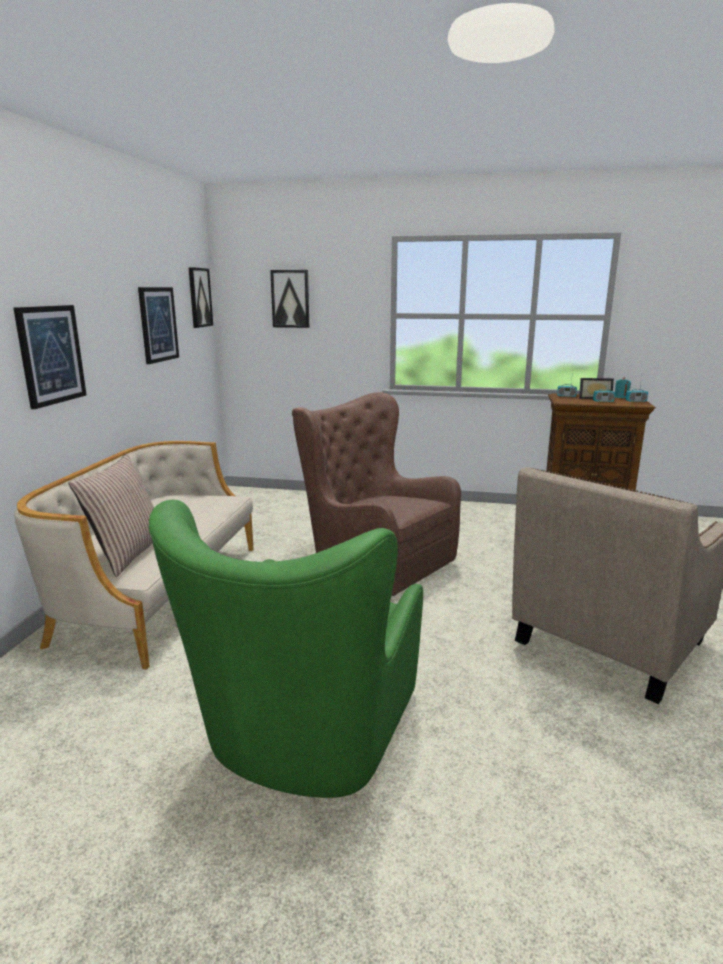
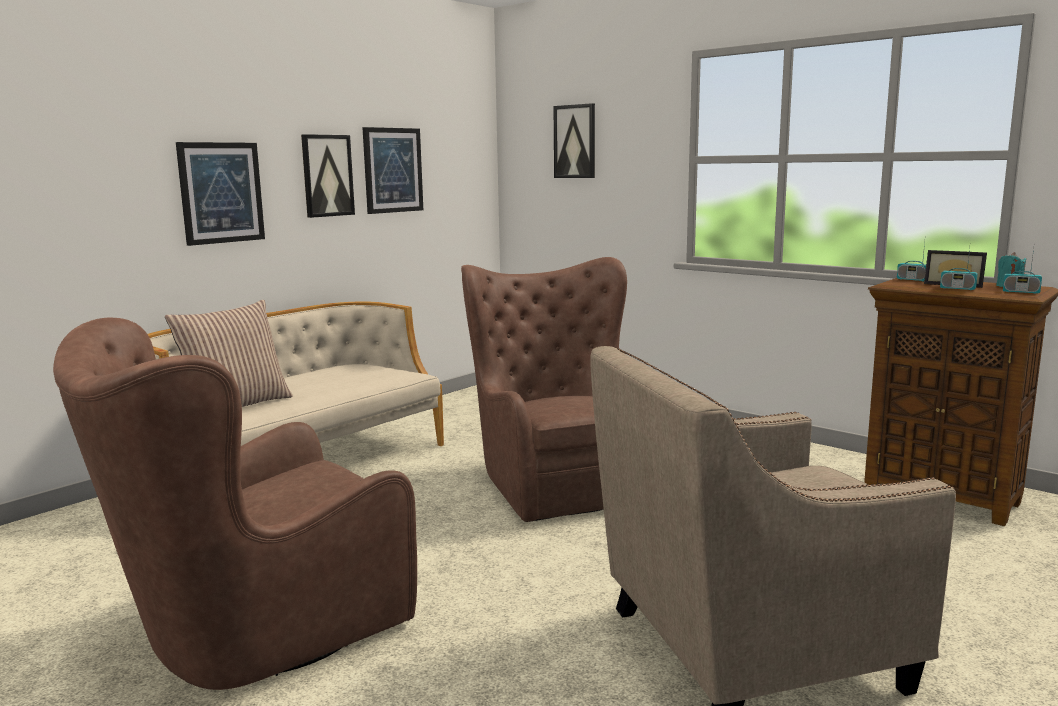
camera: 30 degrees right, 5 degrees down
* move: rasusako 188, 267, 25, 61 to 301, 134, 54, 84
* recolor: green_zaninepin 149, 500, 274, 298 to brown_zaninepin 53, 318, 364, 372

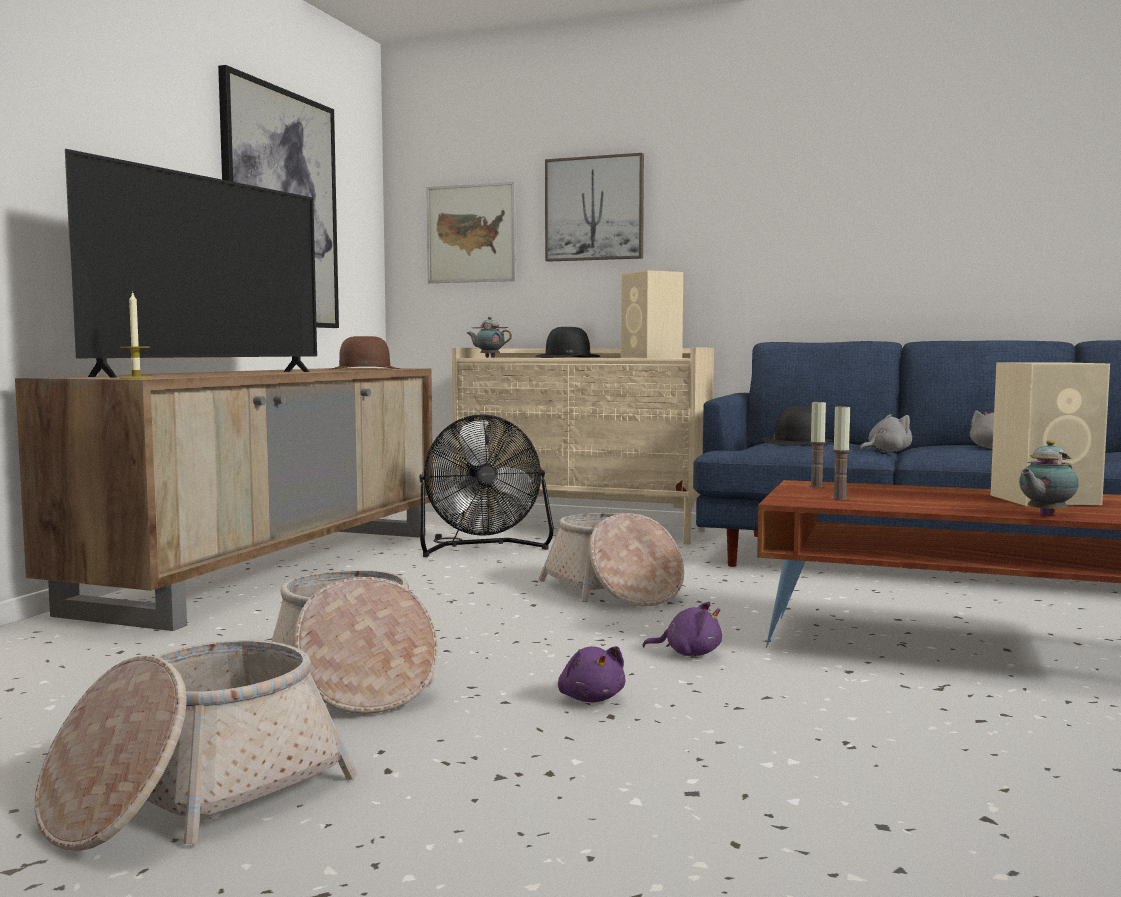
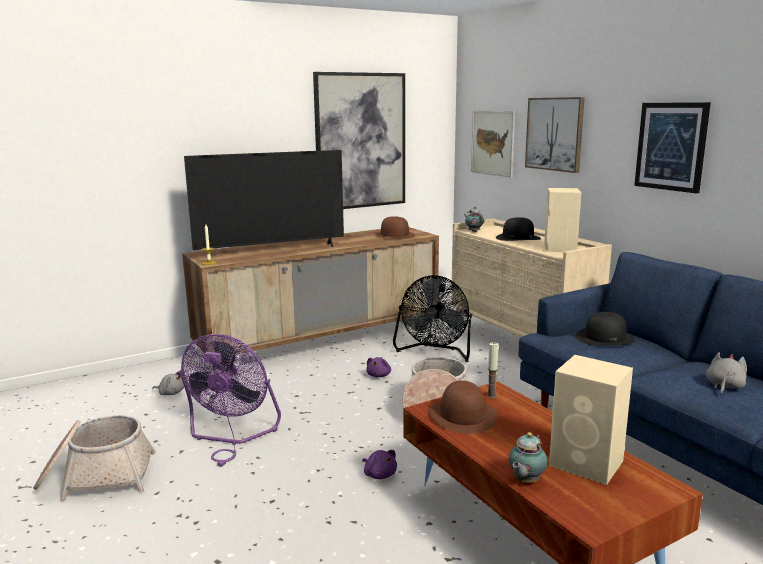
camera: 40 degrees right, 10 degrees up
* insert: rasusako 634, 102, 77, 91
* move: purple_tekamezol 558, 646, 67, 56 to 366, 357, 25, 20
* move: grey_tekamezol 860, 414, 52, 38 to 152, 372, 32, 23
* replace: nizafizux 271, 570, 167, 144 to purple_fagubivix 178, 334, 103, 133
* replace: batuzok 832, 404, 18, 96 to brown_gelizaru 429, 380, 69, 54
* rotate: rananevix 1019, 440, 60, 75 = 509, 432, 39, 51 60 degrees counterclockwise

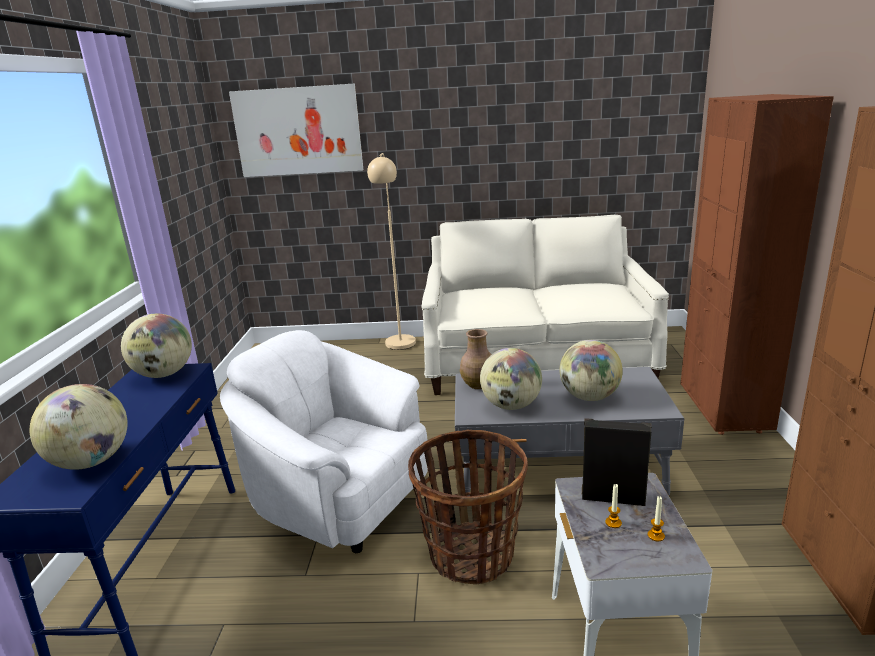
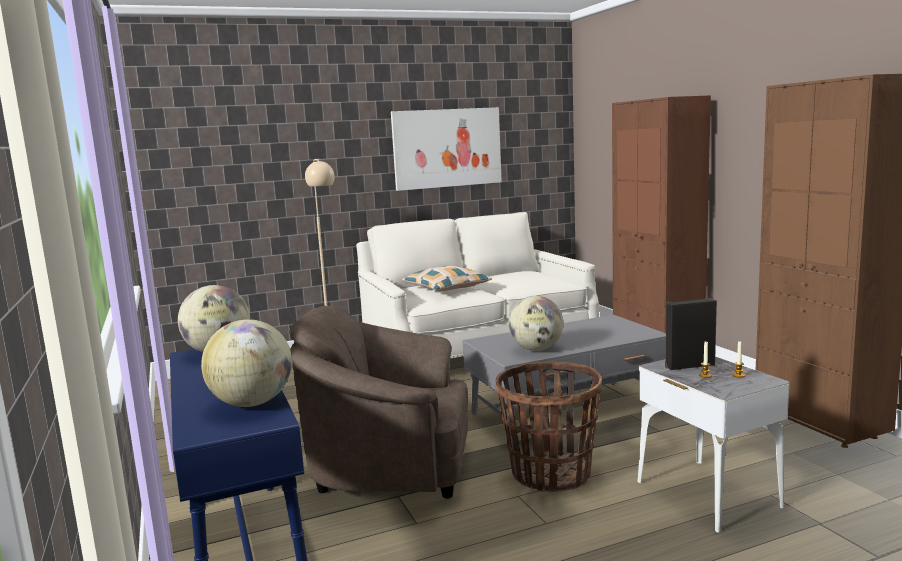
camera: 25 degrees left, 10 degrees down
* delete: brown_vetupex 460, 329, 32, 60
* delete: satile 560, 340, 63, 61
* insert: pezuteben 401, 265, 91, 26
* move: rasusako 229, 84, 135, 93 to 391, 107, 111, 84
* recolor: white_zaninepin 220, 330, 208, 223 to brown_zaninepin 289, 306, 179, 193

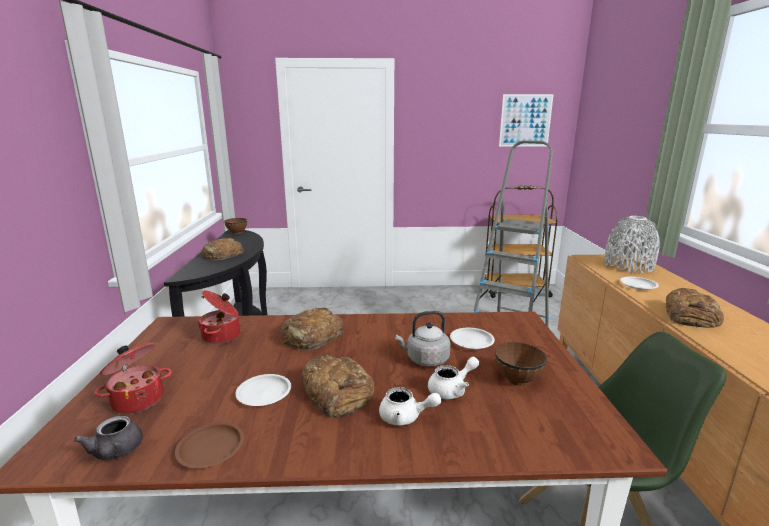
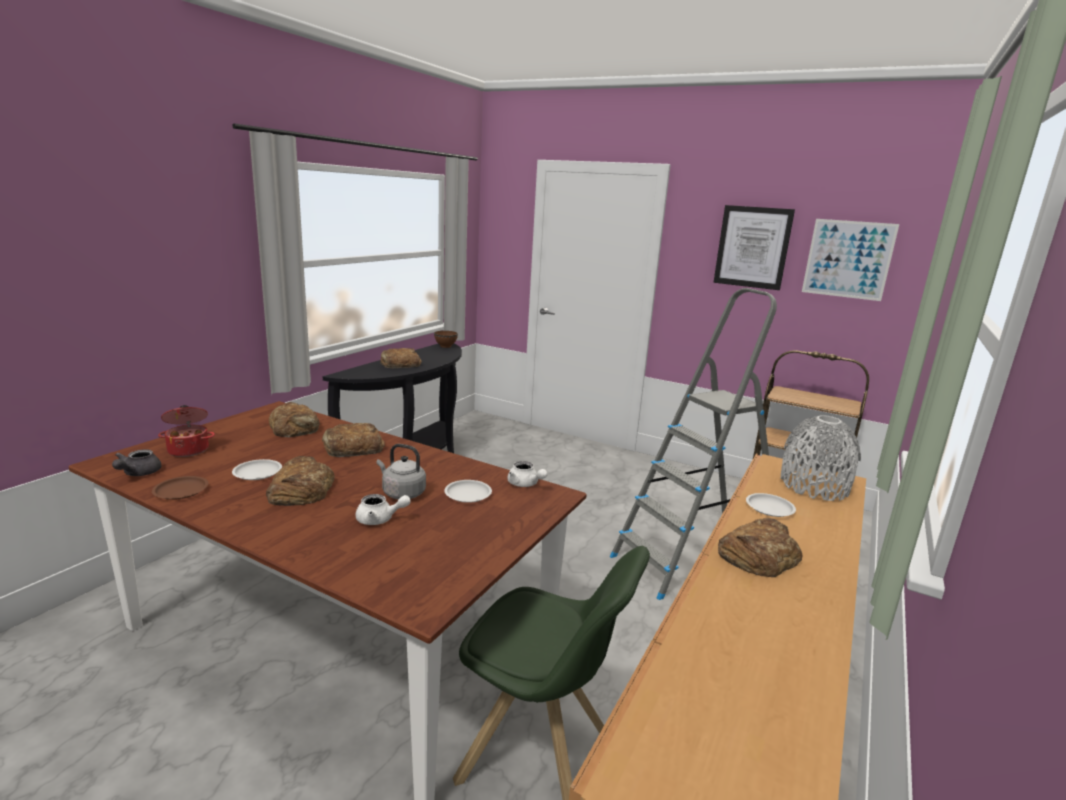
camera: 30 degrees right, 0 degrees up
* delete: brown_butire 495, 342, 52, 44
* insert: rasusako 713, 205, 82, 85
* move: white_rananevix 379, 387, 62, 38 to 507, 461, 40, 26
* replace: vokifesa 198, 290, 42, 54 to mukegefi 269, 402, 50, 35

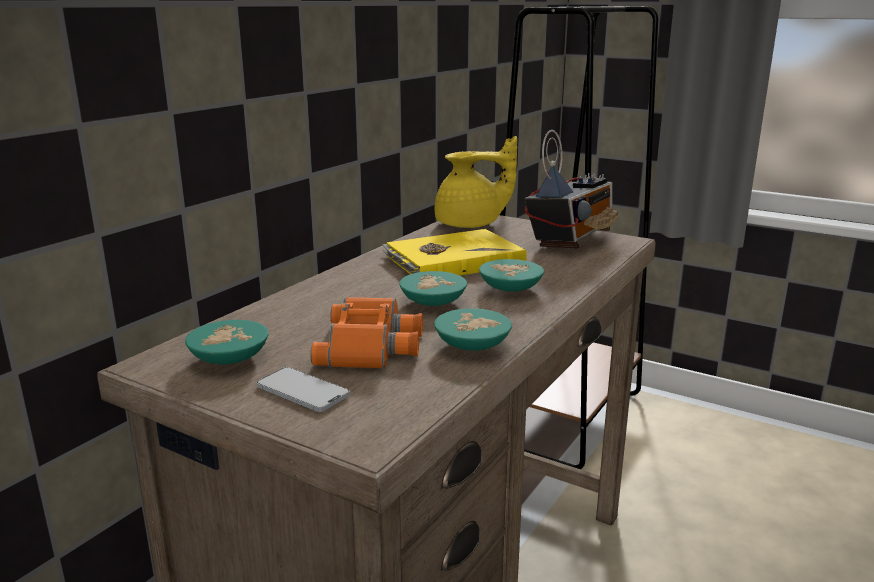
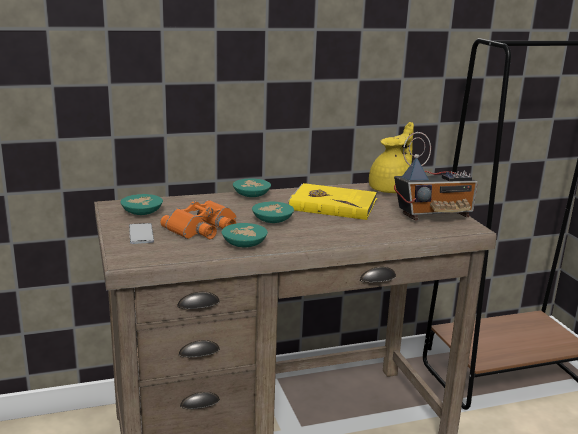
camera: 40 degrees right, 0 degrees up
* move: turquoise_butire 479, 259, 65, 33 to 233, 178, 38, 19
* rotate: yellow_rananevix 434, 136, 83, 92 = 369, 122, 45, 71 90 degrees counterclockwise

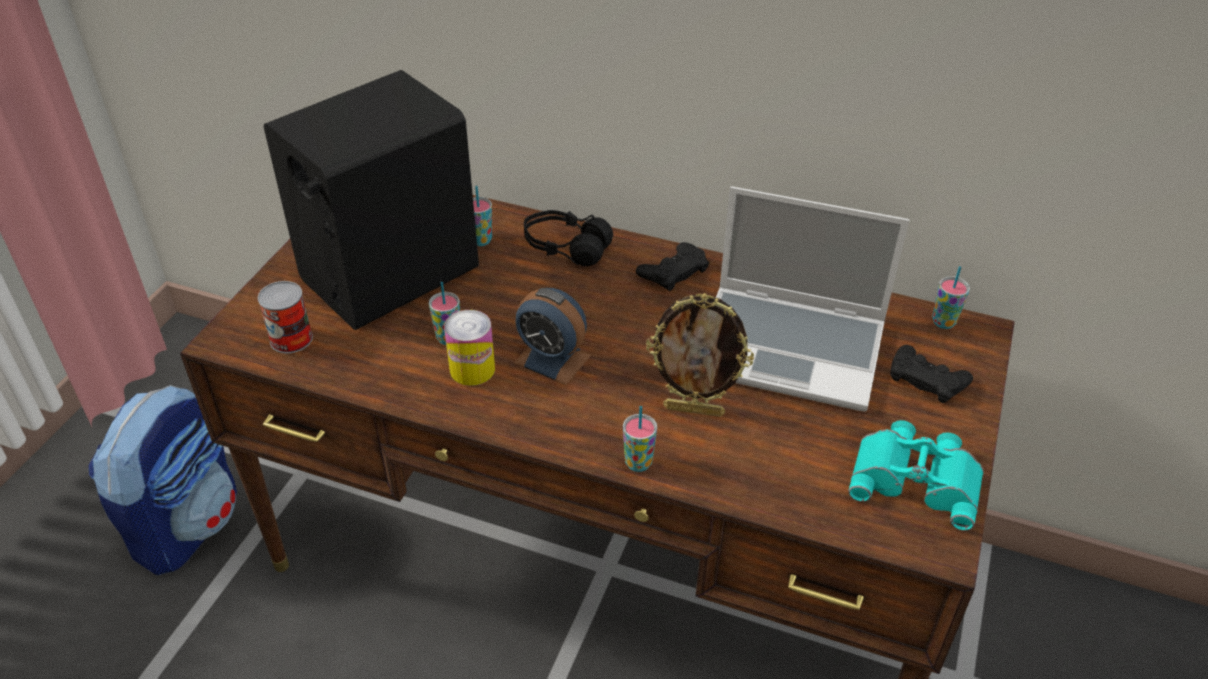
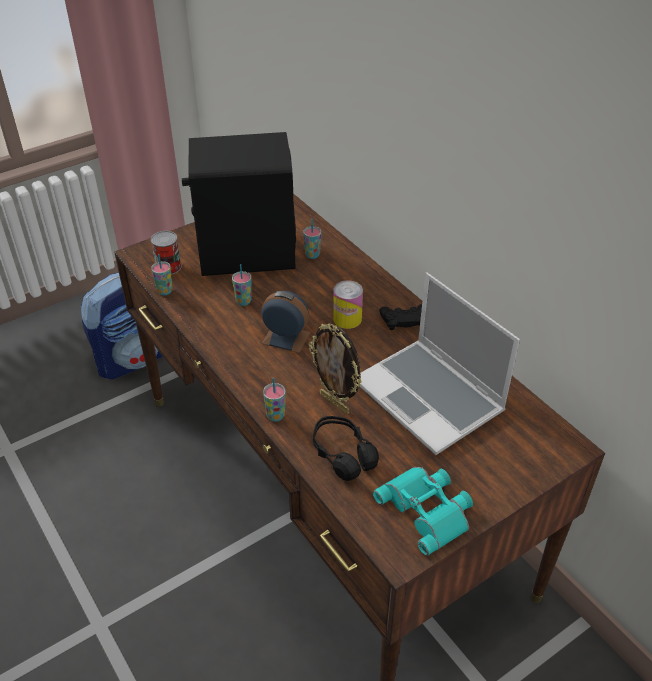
camera: 35 degrees right, 0 degrees up
* delete: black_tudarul 890, 345, 83, 58
* move: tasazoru 444, 310, 51, 76 to 333, 280, 30, 49
* move: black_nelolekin 524, 210, 89, 56 to 313, 416, 66, 65
* move: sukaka 932, 266, 38, 63 to 151, 254, 22, 41
* rotate: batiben 514, 288, 77, 97 = 262, 291, 49, 62 135 degrees clockwise

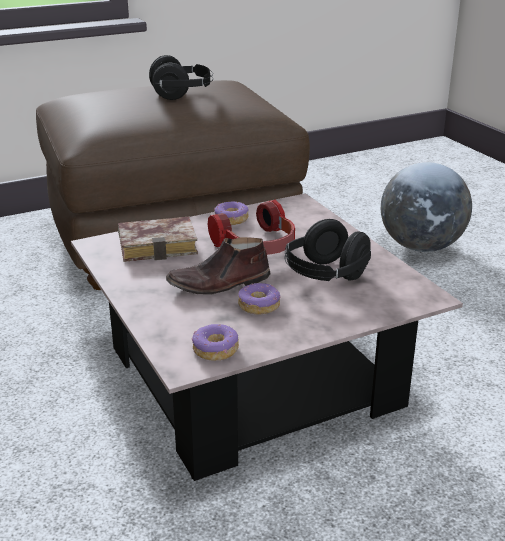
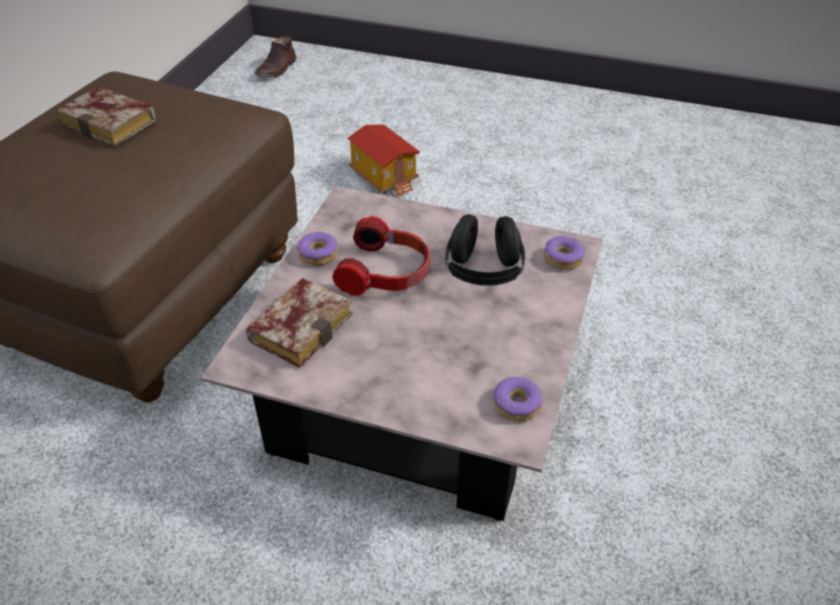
camera: 45 degrees left, 15 degrees up
* move: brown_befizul 166, 237, 104, 58 to 255, 36, 42, 41
* move: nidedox 238, 283, 43, 31 to 544, 236, 41, 34
* replace: black_nelolekin 149, 55, 64, 45 to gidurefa 56, 86, 100, 61
* replace: satile 381, 162, 91, 90 to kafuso 347, 124, 73, 73

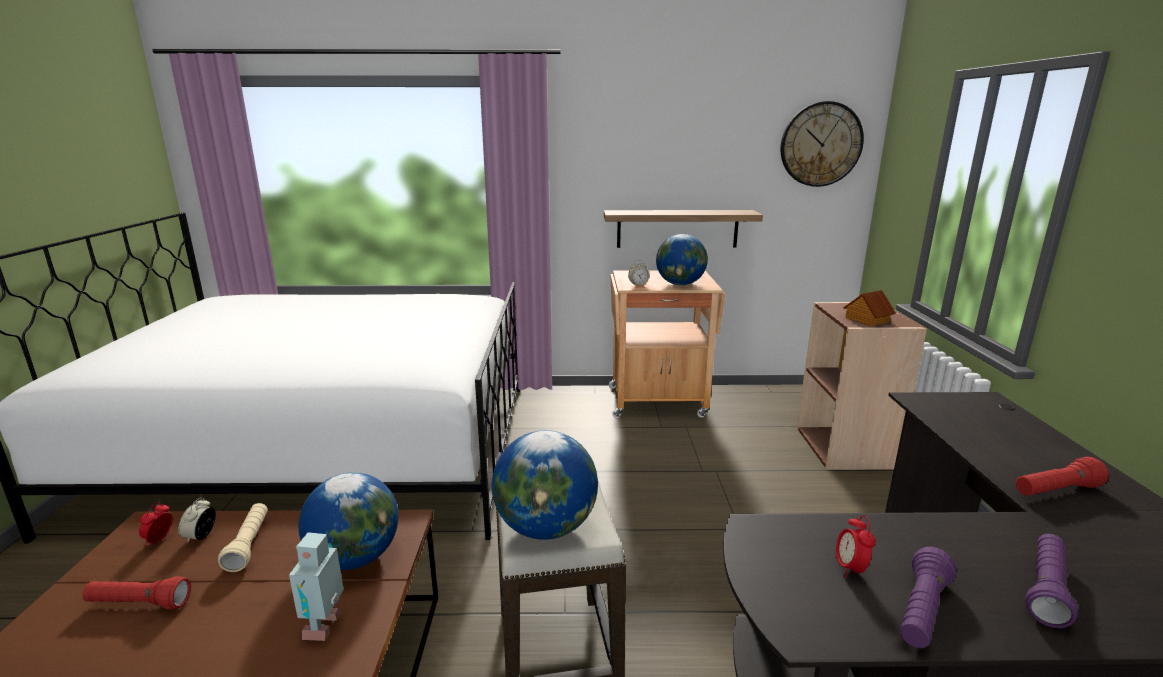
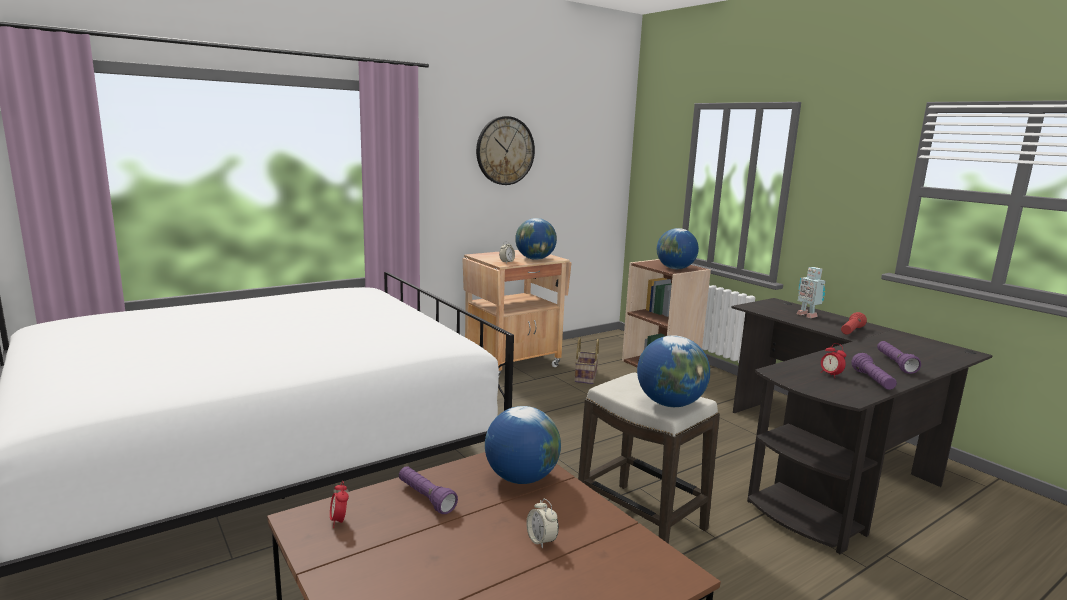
camera: 35 degrees left, 5 degrees down
* delete: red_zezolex 82, 577, 109, 32
* delete: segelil 604, 210, 159, 38
* insert: nizafizux 575, 337, 24, 47
* move: batiben 178, 497, 38, 46 to 526, 499, 33, 50
* move: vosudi 289, 532, 55, 109 to 797, 267, 29, 51
* move: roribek 781, 101, 83, 86 to 476, 116, 59, 69
* replace: kafuso 843, 290, 53, 36 to satile 657, 228, 42, 41
* recolor: beige_zezolex 218, 503, 50, 69 to purple_zezolex 399, 466, 59, 48

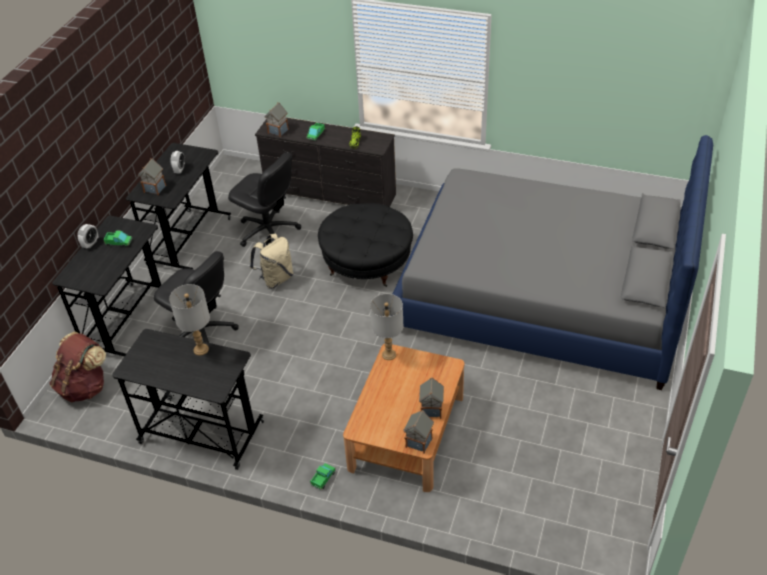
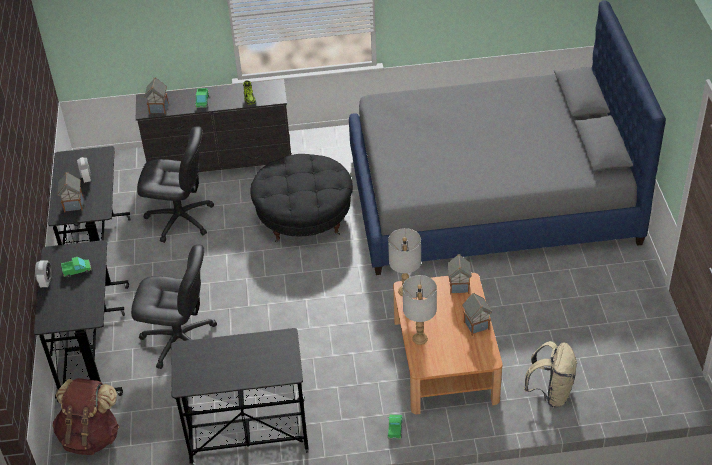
camera: 25 degrees left, 0 degrees up
* move: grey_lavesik 169, 284, 41, 71 to 403, 275, 34, 70
* move: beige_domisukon 250, 233, 43, 55 to 524, 341, 54, 66
* move: kafuso 403, 410, 31, 44 to 447, 254, 25, 41

